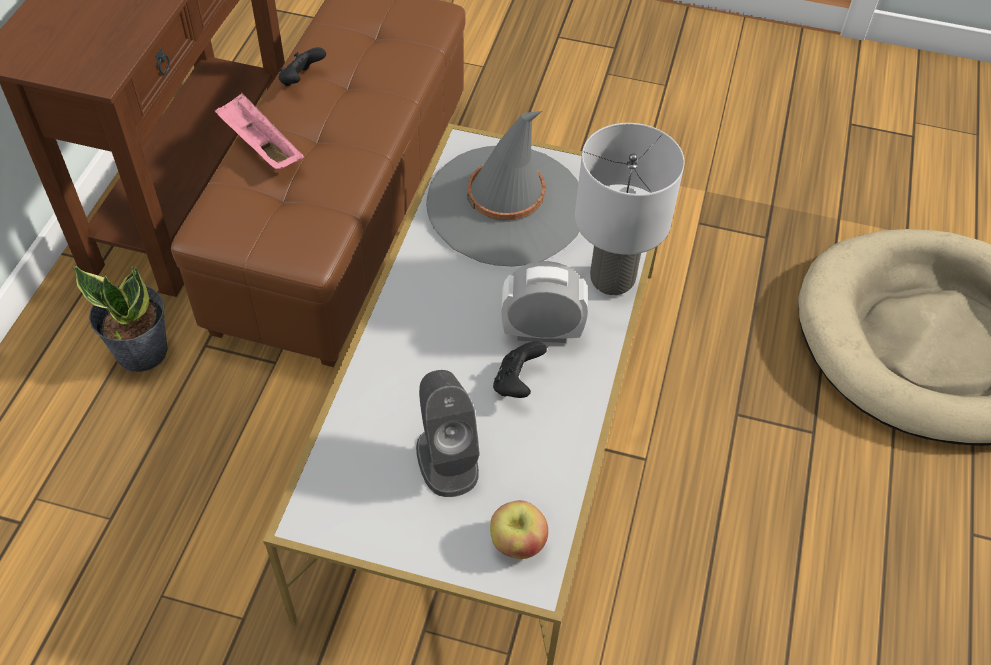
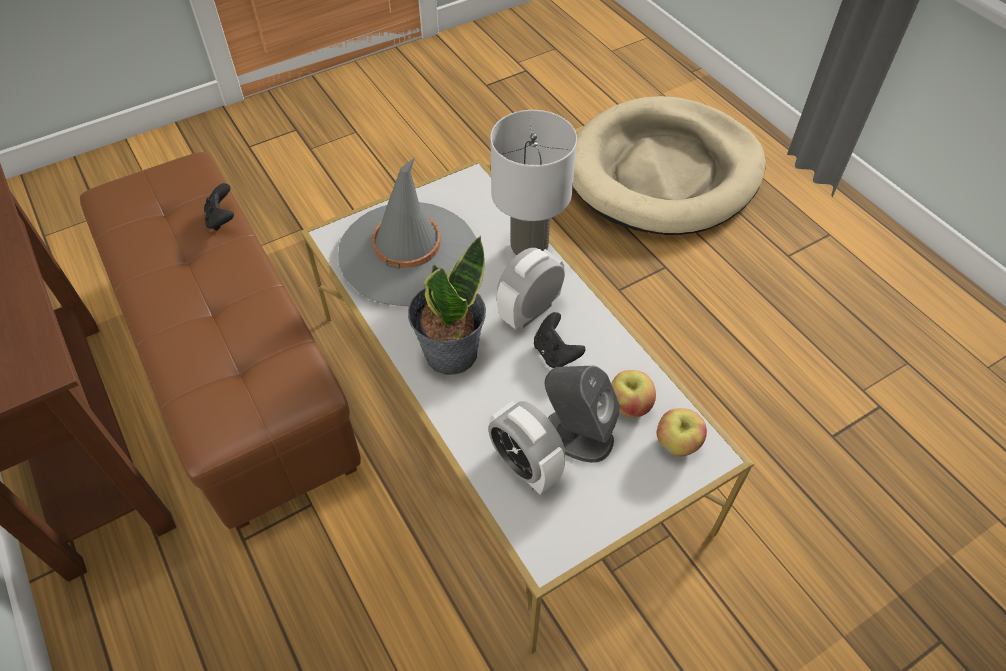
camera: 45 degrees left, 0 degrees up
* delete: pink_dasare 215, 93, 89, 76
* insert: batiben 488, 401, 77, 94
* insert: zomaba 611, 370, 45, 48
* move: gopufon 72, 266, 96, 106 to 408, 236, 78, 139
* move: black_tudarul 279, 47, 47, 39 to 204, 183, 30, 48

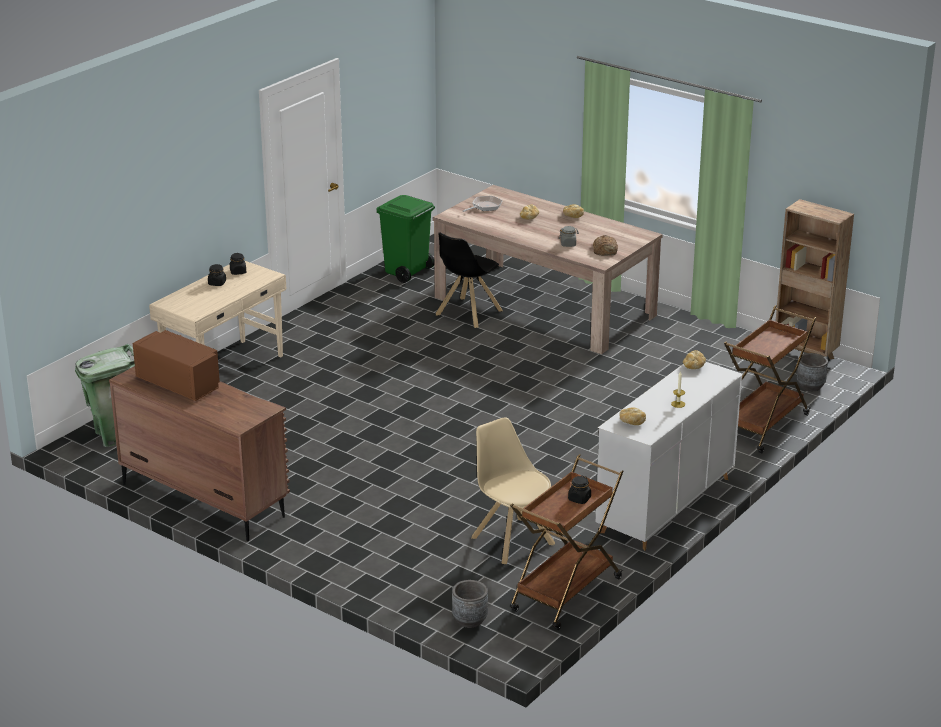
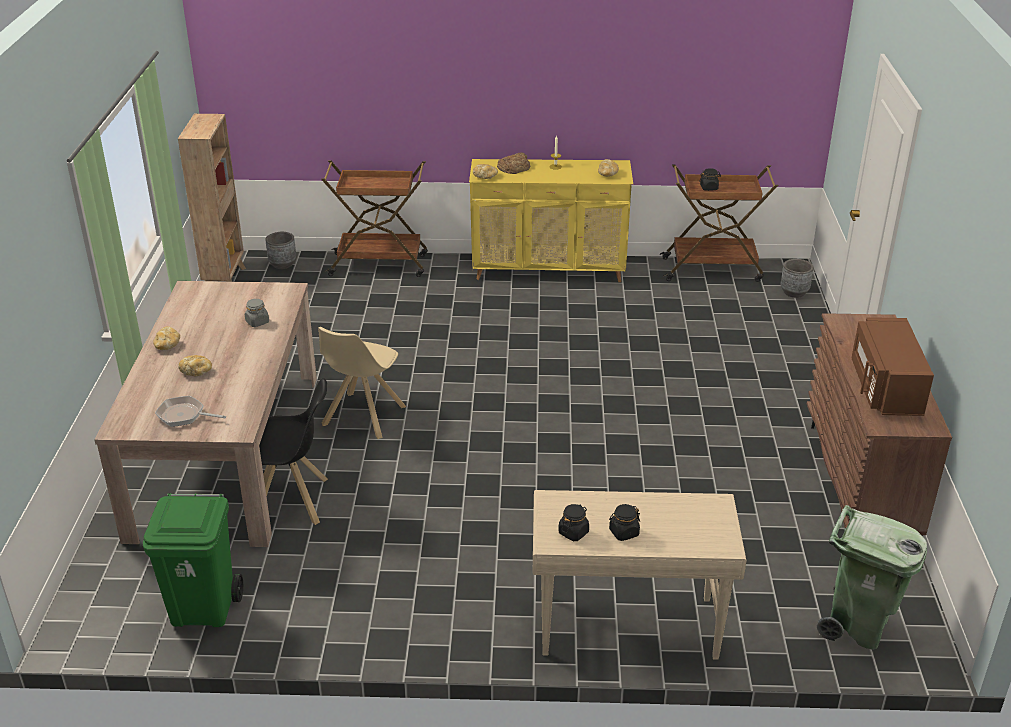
camera: 125 degrees left, 5 degrees up
* move: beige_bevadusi 471, 417, 84, 147 to 318, 327, 88, 112
* move: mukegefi 593, 235, 25, 21 to 497, 153, 33, 21
* recolor: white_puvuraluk 596, 362, 147, 189 to yellow_puvuraluk 469, 159, 164, 123

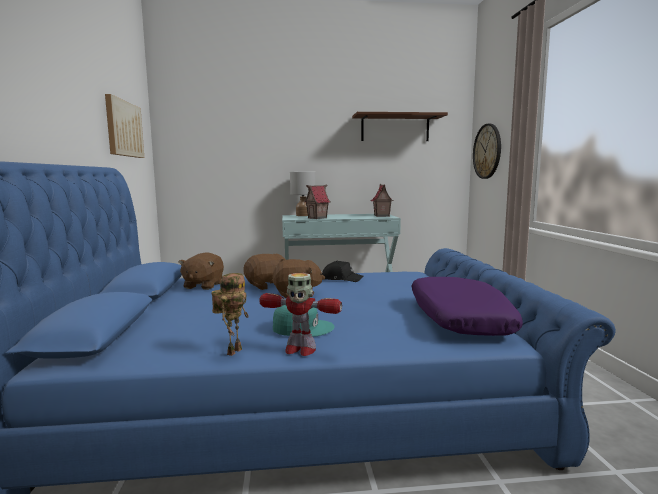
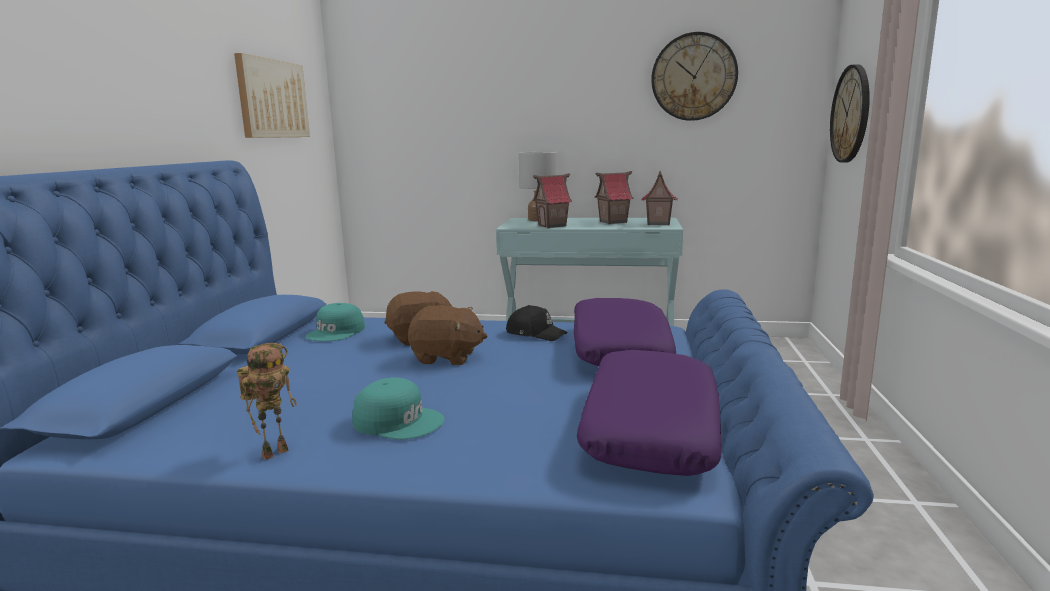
camera: 15 degrees right, 5 degrees up
* delete: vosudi 259, 273, 83, 83
* insert: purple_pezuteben 574, 298, 102, 68
* insert: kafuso 595, 171, 38, 53
* replace: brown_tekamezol 178, 252, 46, 38 to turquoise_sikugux 305, 303, 60, 38
* replace: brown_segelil 352, 112, 96, 29 to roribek 651, 32, 87, 89

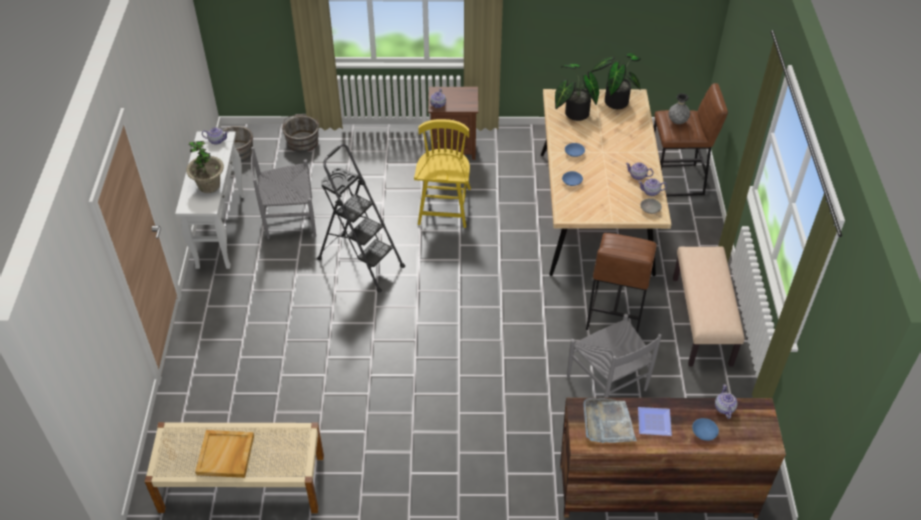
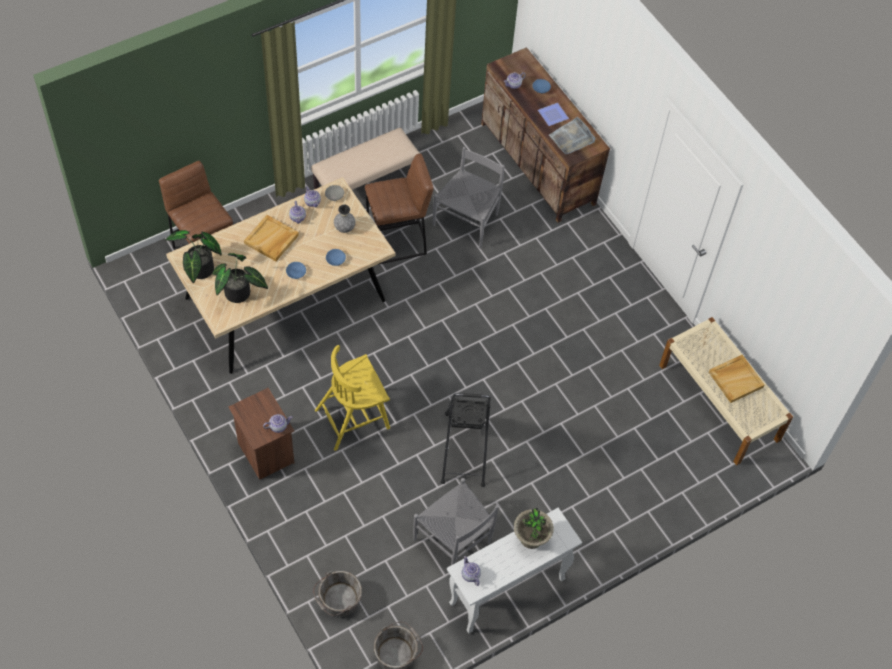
camera: 125 degrees left, 10 degrees up
* insert: beige_dasare 244, 215, 55, 46
* move: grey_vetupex 668, 93, 22, 31 to 334, 205, 22, 28

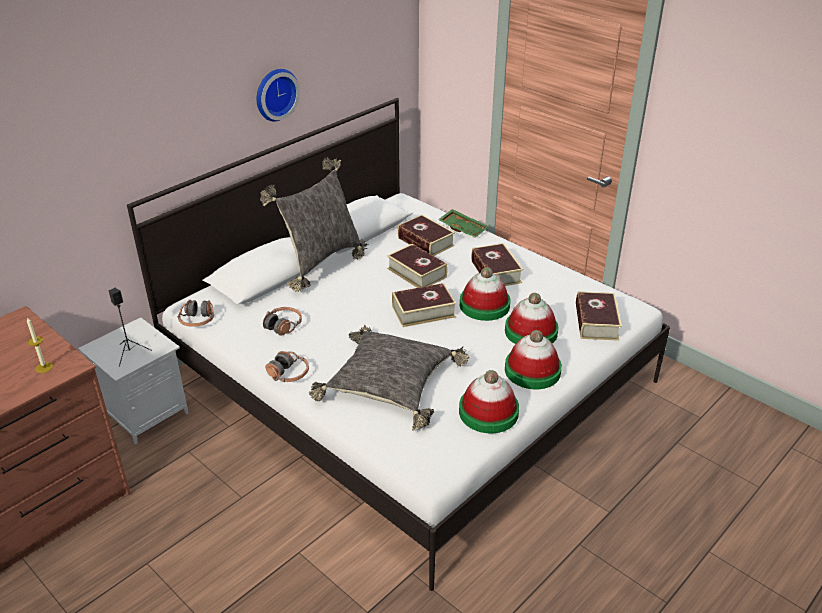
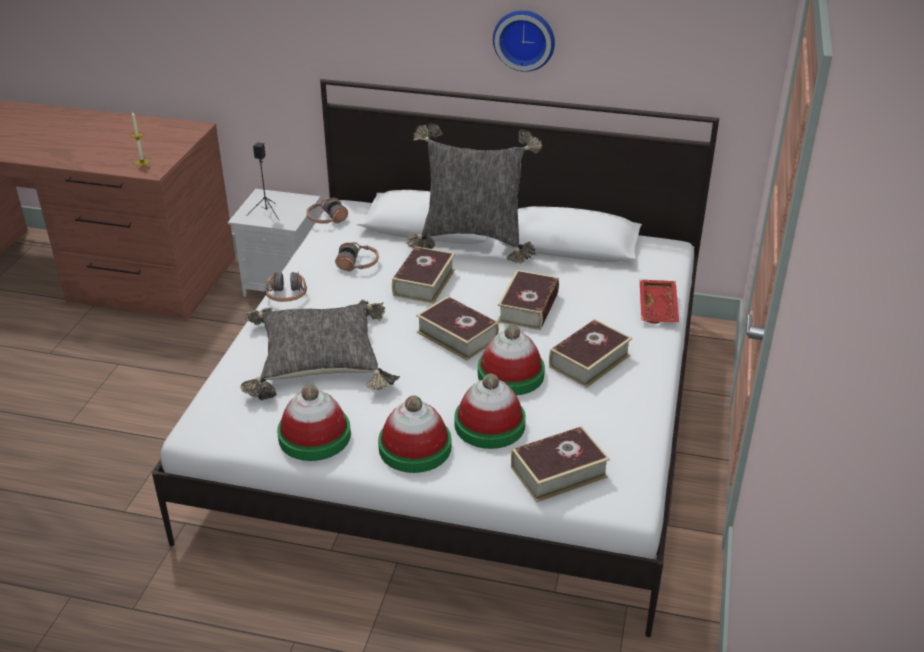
camera: 60 degrees right, 0 degrees up
* move: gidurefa 398, 215, 57, 41 to 392, 246, 63, 58
* recolor: green_dasare 438, 209, 51, 29 to red_dasare 640, 280, 39, 44

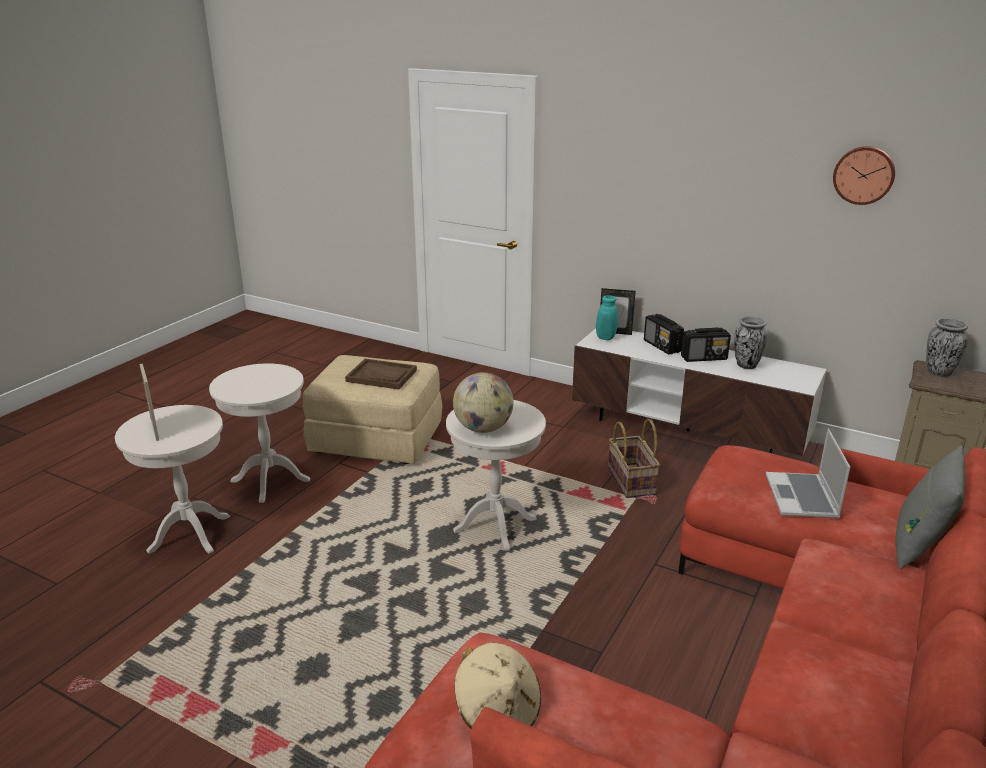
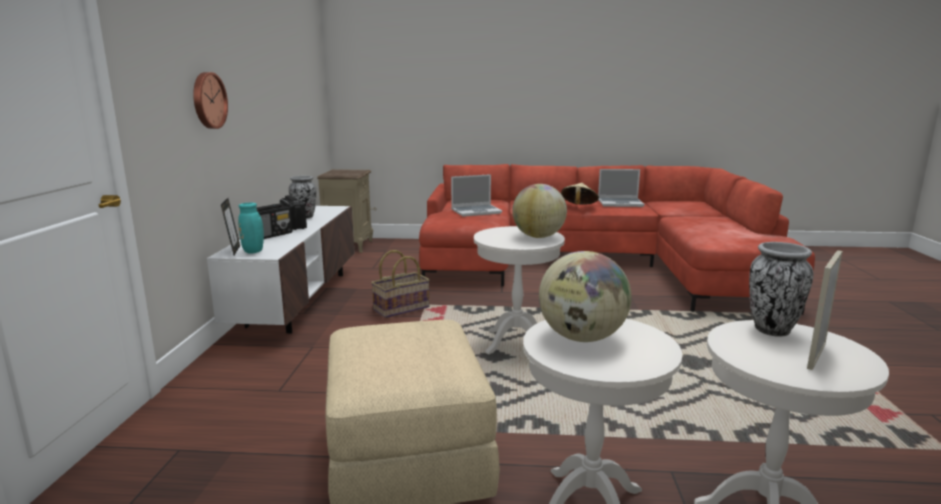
camera: 115 degrees left, 10 degrees down
* delete: brown_dasare 345, 359, 72, 30
* delete: grey_pezuteben 895, 445, 70, 124
* insert: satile 539, 251, 93, 91
* insert: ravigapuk 598, 169, 47, 38
* move: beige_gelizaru 454, 643, 87, 86 to 561, 183, 38, 22
* move: roribek 833, 146, 62, 59 to 193, 72, 35, 57
* move: vetupex 926, 318, 42, 59 to 749, 242, 64, 95

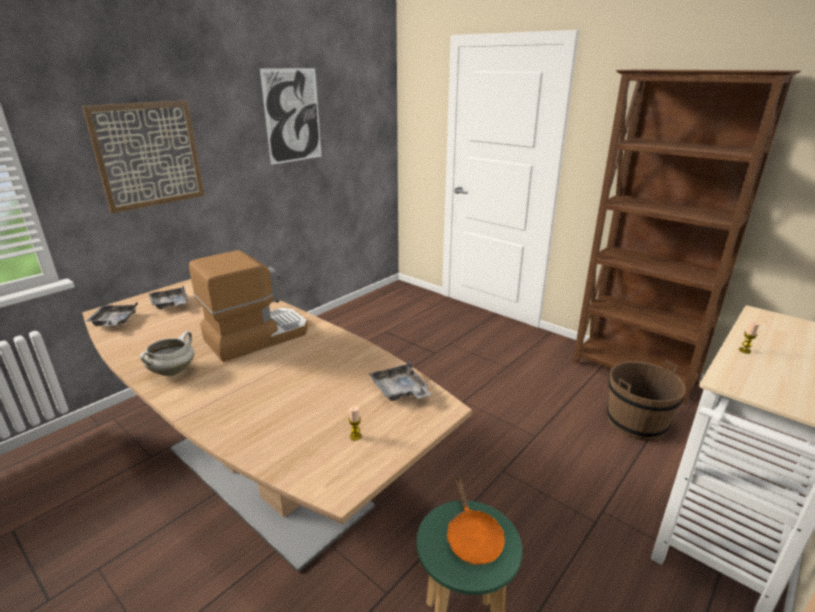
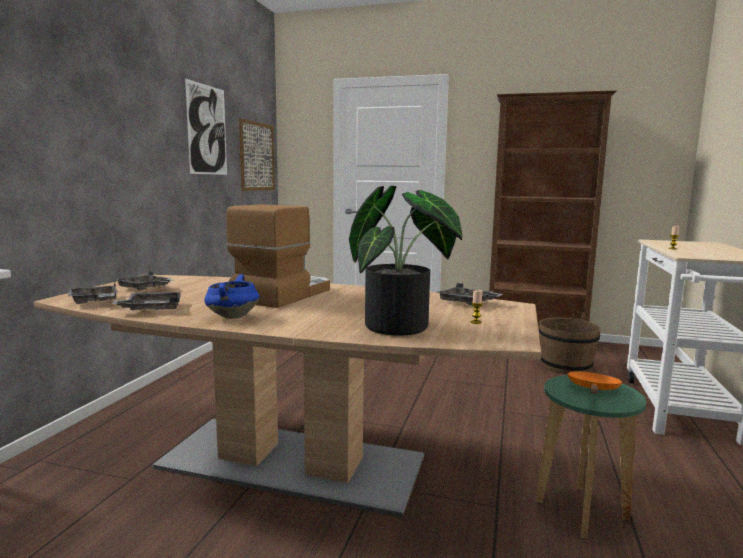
camera: 25 degrees left, 15 degrees down
* insert: grey_dasare 112, 292, 69, 18
* insert: gopufon 349, 186, 114, 150
* move: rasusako 82, 99, 123, 114 to 239, 118, 36, 73
* recolor: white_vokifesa 140, 331, 54, 45 to blue_vokifesa 204, 274, 55, 45
* rotate: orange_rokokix 447, 475, 58, 90 = 567, 372, 56, 22 120 degrees counterclockwise

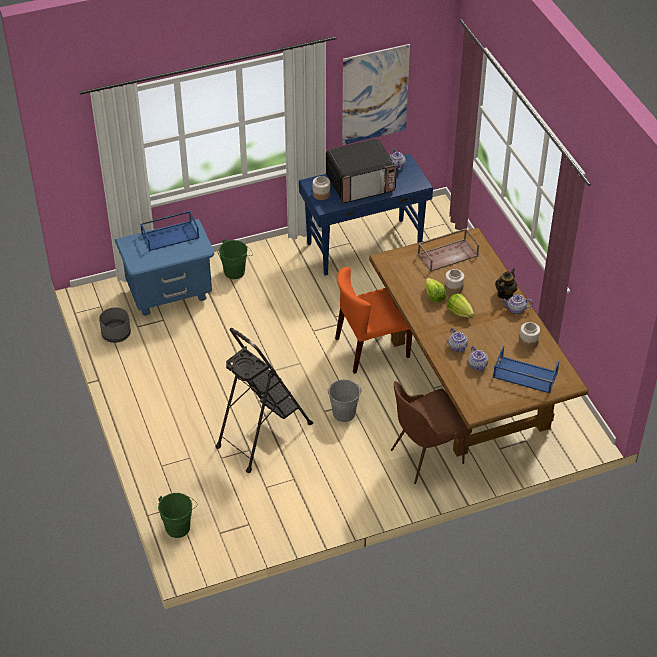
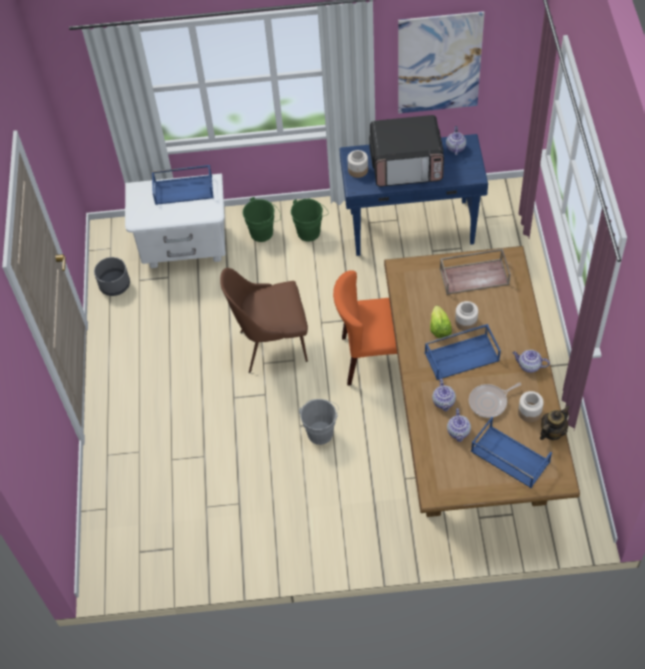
camera: 20 degrees right, 10 degrees up
* delete: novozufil 215, 328, 98, 145
* insert: rokokix 469, 383, 52, 35
* move: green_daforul 158, 493, 39, 45 to 291, 199, 38, 43
* move: brown_bevadusi 391, 381, 81, 103 to 220, 268, 88, 105
* move: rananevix 495, 268, 22, 31 to 540, 405, 30, 35
* replace: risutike 447, 293, 27, 25 to blue_dasare 425, 324, 76, 56
* recolor: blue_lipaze 115, 219, 99, 97 to white_lipaze 125, 173, 101, 95

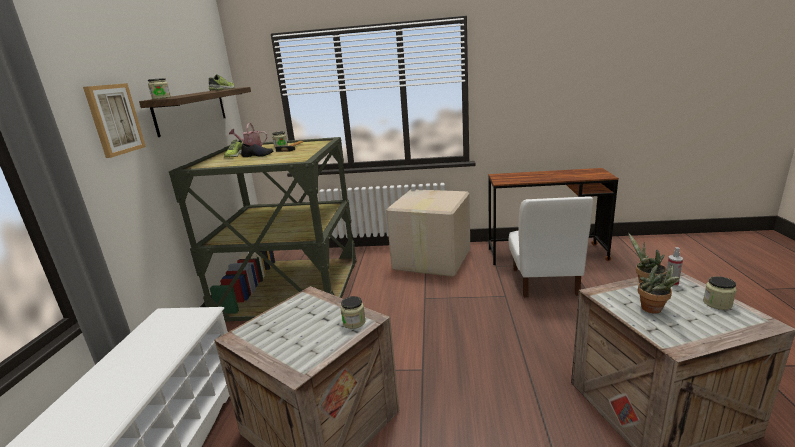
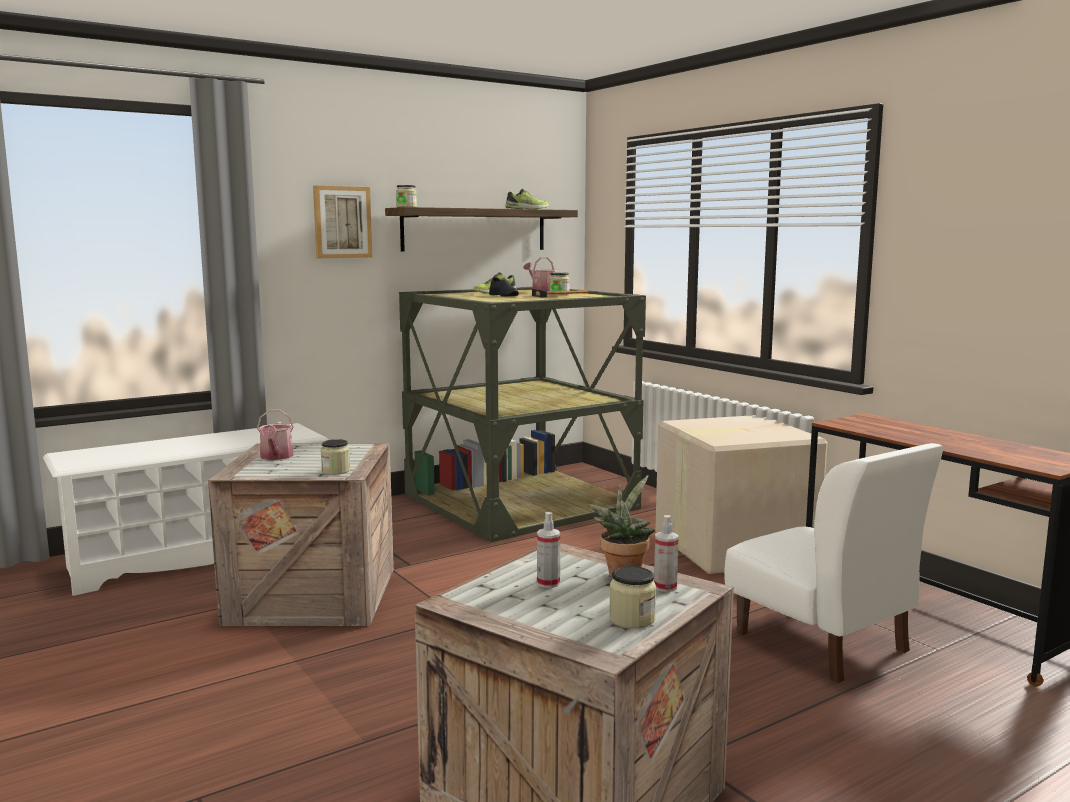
camera: 50 degrees right, 10 degrees down
* insert: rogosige 257, 409, 37, 51
* replace: gopufon 638, 264, 41, 50 to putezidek 537, 512, 23, 76
* rotate: white_bevadusi 509, 196, 84, 102 = 724, 443, 219, 240 90 degrees counterclockwise

